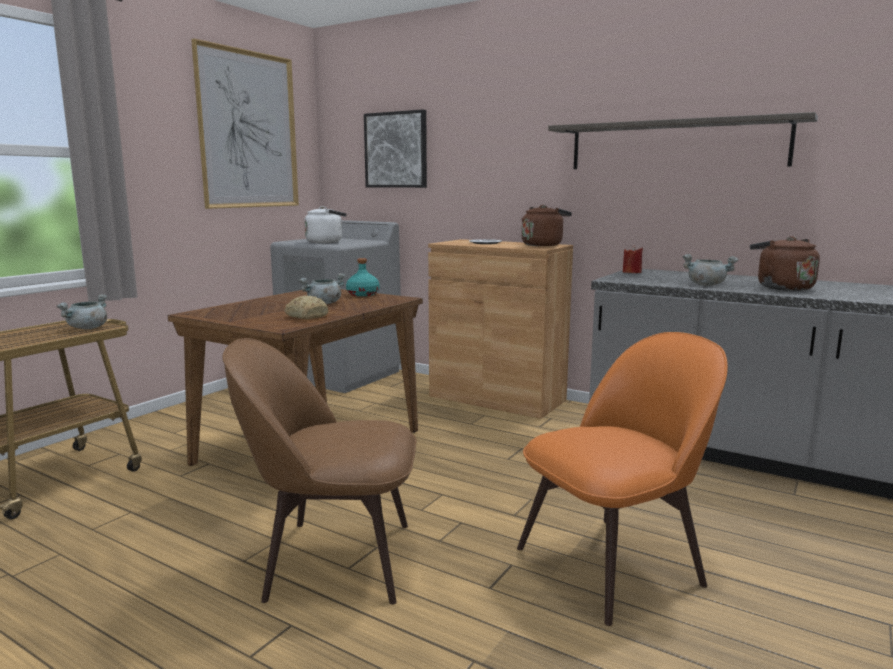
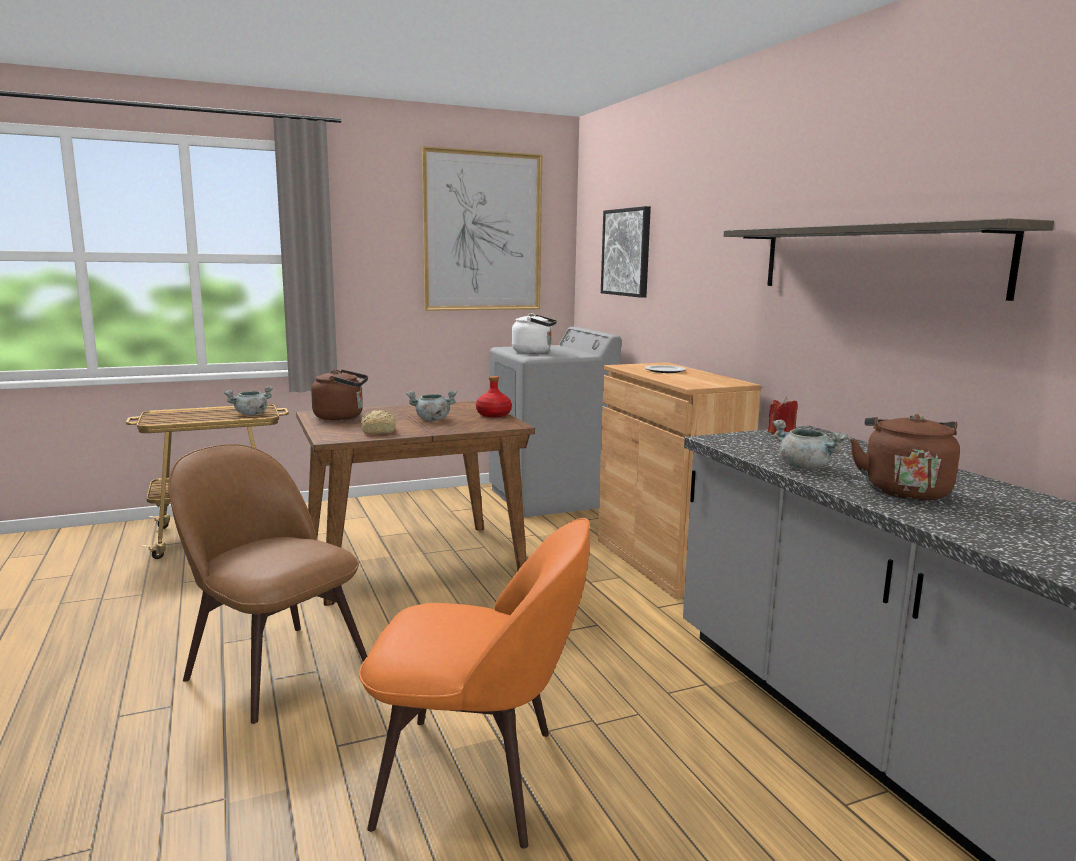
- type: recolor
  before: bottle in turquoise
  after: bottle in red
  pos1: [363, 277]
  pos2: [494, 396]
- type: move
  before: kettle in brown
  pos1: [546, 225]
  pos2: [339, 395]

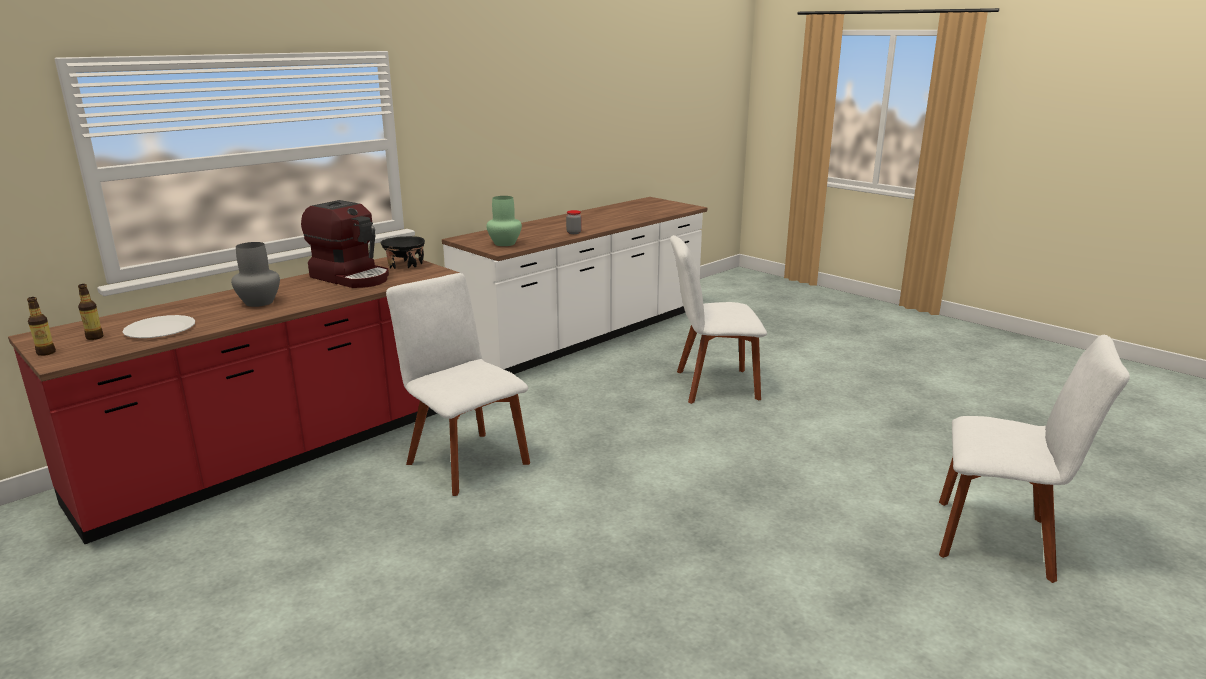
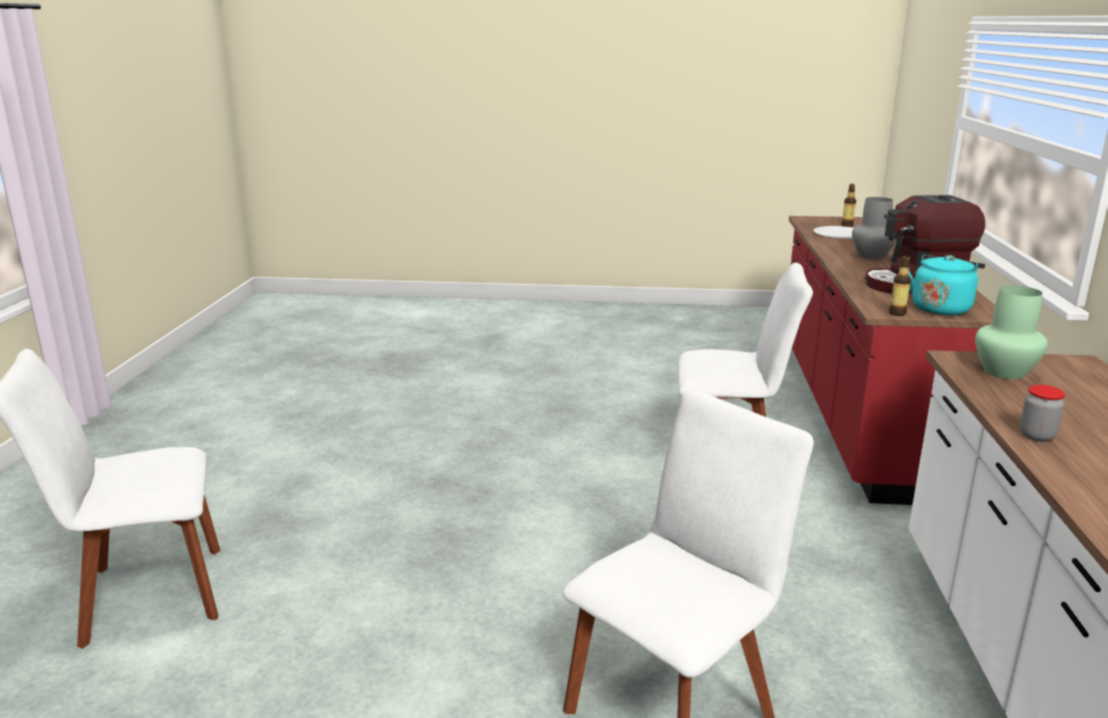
- type: move
  before: bottle
  pos1: [41, 326]
  pos2: [900, 286]
- type: replace
  before: bowl in black
  after: kettle in turquoise
  pos1: [402, 252]
  pos2: [946, 285]

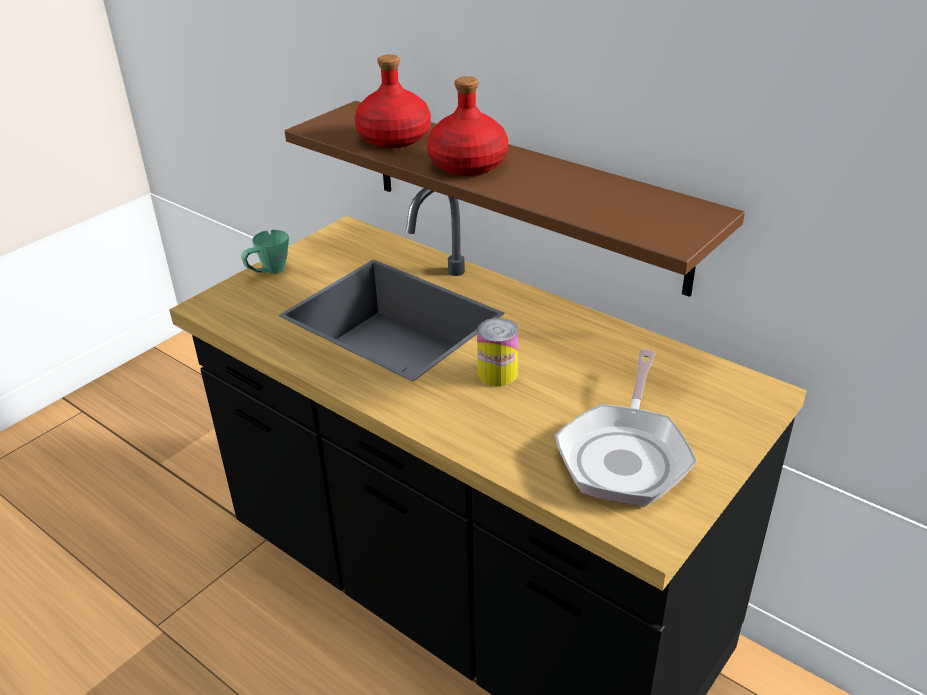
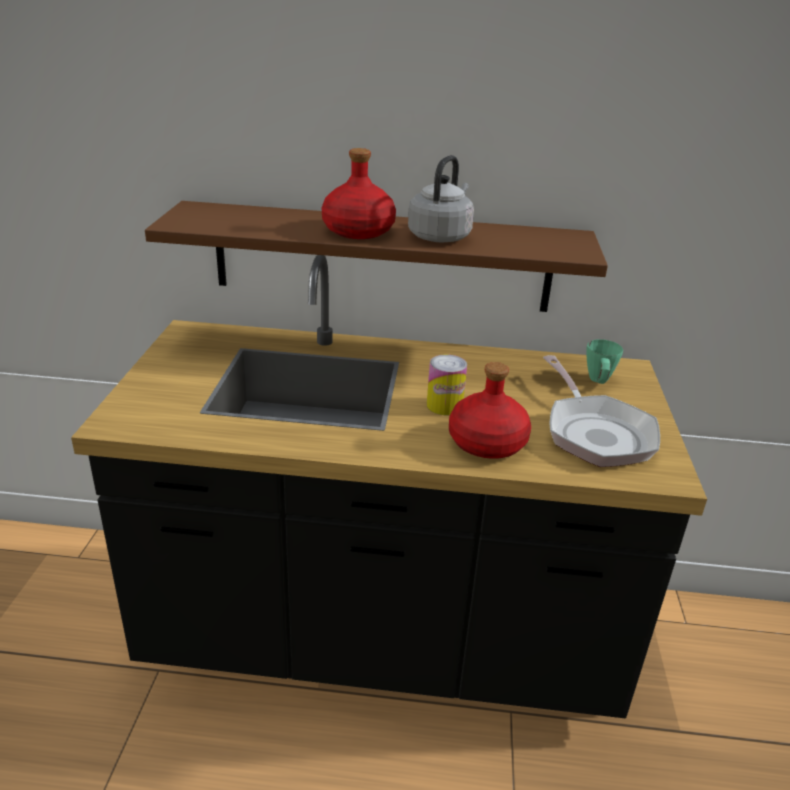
- type: move
  before: mug in green
  pos1: [265, 252]
  pos2: [604, 361]
- type: move
  before: bottle in red
  pos1: [393, 101]
  pos2: [490, 410]
- type: insert
  after: kettle in grey
  pos2: [441, 198]

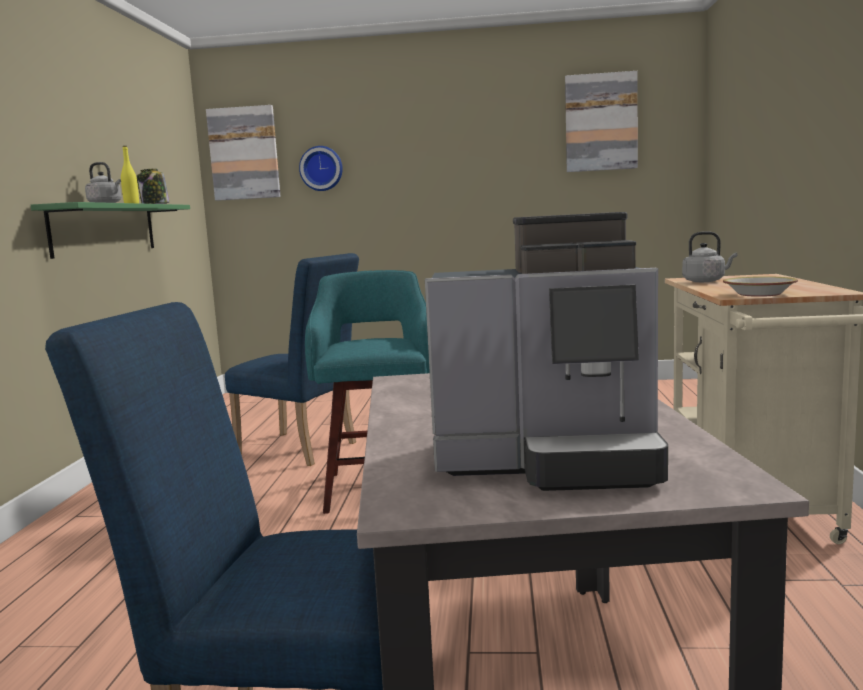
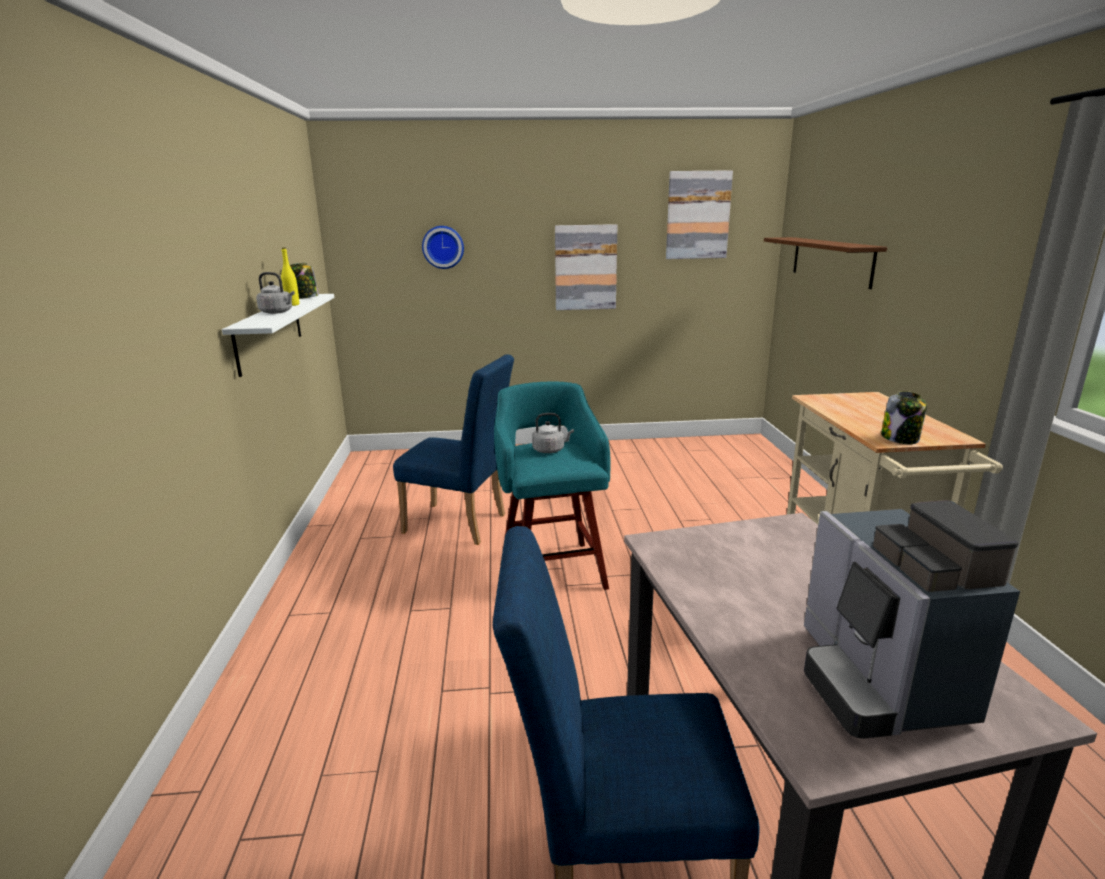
- type: recolor
  before: shelf in green
  after: shelf in white
  pos1: [110, 230]
  pos2: [278, 335]
- type: move
  before: picture
  pos1: [243, 153]
  pos2: [586, 267]
- type: rotate
  before: coffee machine
  pos1: [546, 351]
  pos2: [912, 619]
  turn: 90
- type: move
  before: kettle in grey
  pos1: [709, 256]
  pos2: [553, 433]
- type: replace
  before: bowl
  after: jar
  pos1: [760, 286]
  pos2: [904, 417]
- type: insert
  after: shelf in brown
  pos2: [825, 263]

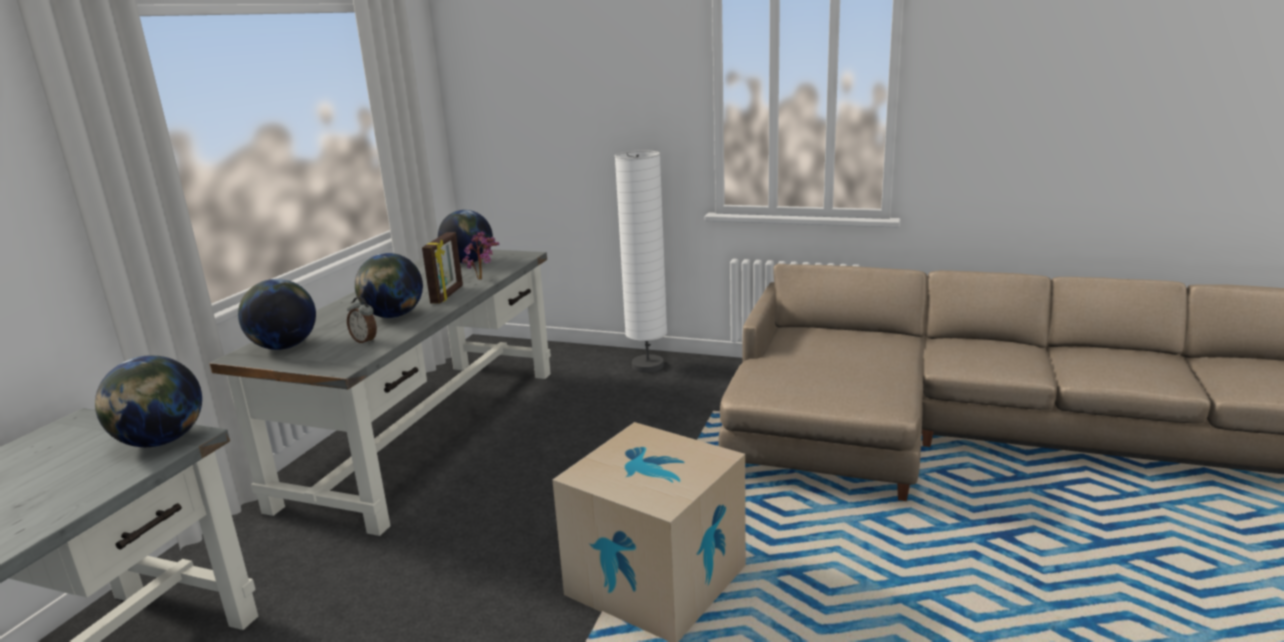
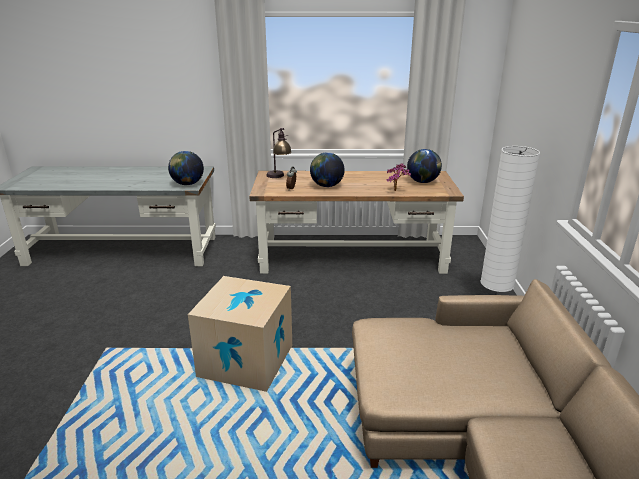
- type: recolor
  before: desk in grey
  after: desk in brown
  pos1: [380, 392]
  pos2: [356, 222]
- type: replace
  before: globe
  after: table lamp
  pos1: [277, 314]
  pos2: [279, 153]
- type: delete
  before: picture frame
  pos1: [442, 268]

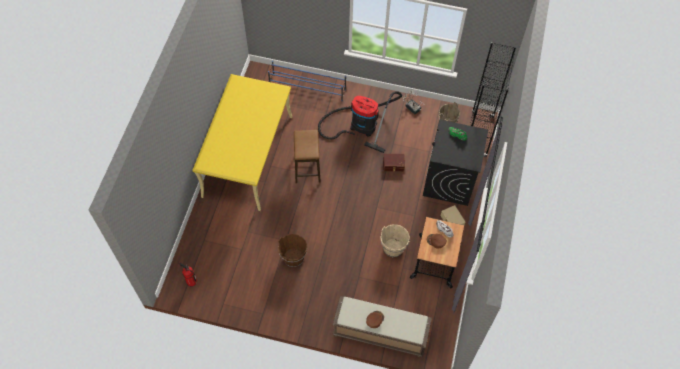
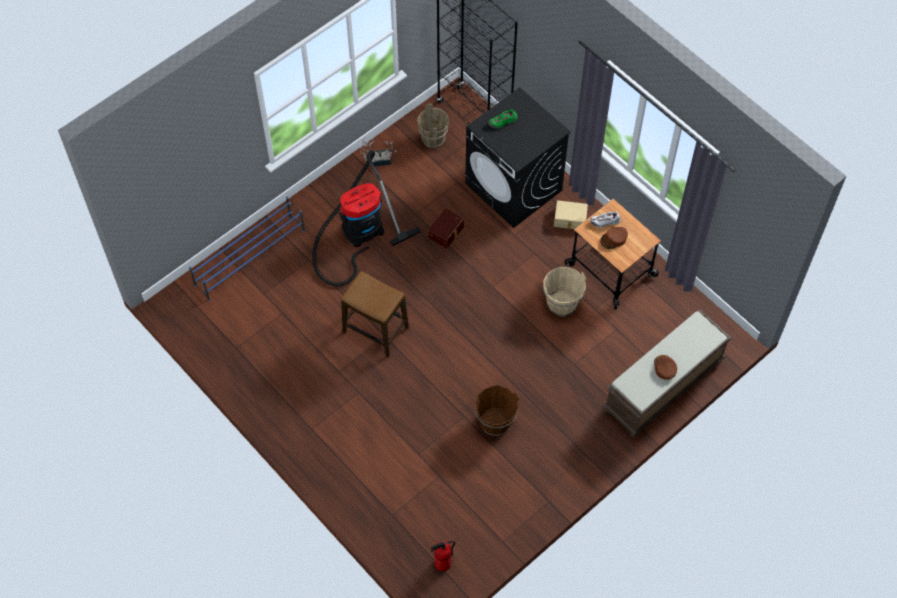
- type: delete
  before: desk in yellow
  pos1: [242, 142]

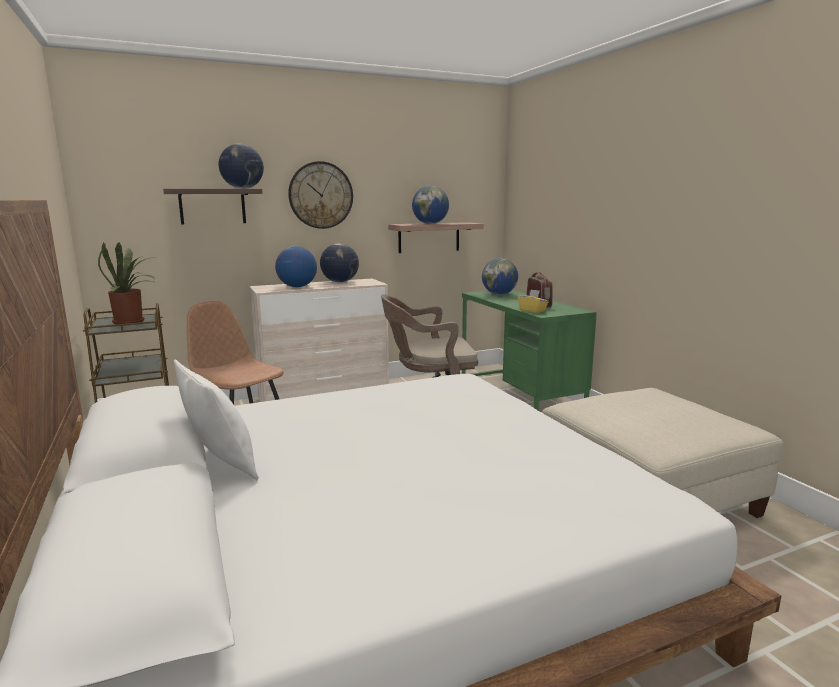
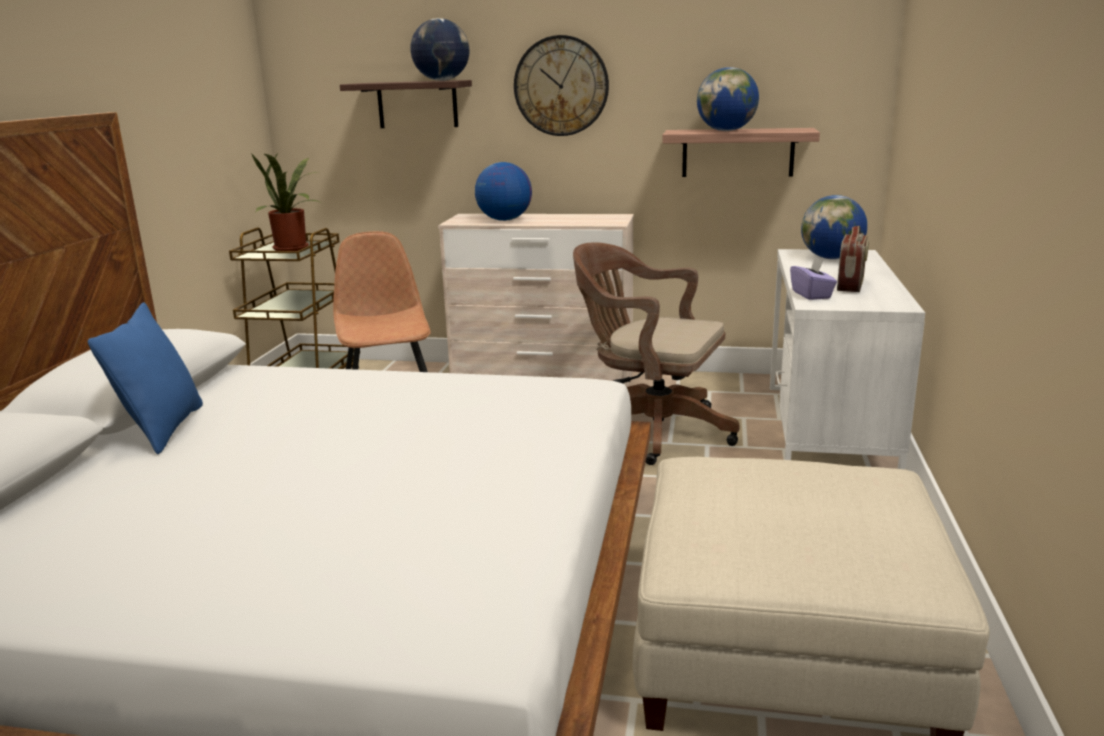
- type: recolor
  before: pillow in white
  after: pillow in blue
  pos1: [216, 420]
  pos2: [145, 378]
- type: delete
  before: globe
  pos1: [339, 262]
- type: recolor
  before: desk in green
  after: desk in white
  pos1: [529, 350]
  pos2: [847, 359]
- type: recolor
  before: tissue box in yellow
  after: tissue box in purple
  pos1: [533, 301]
  pos2: [813, 278]

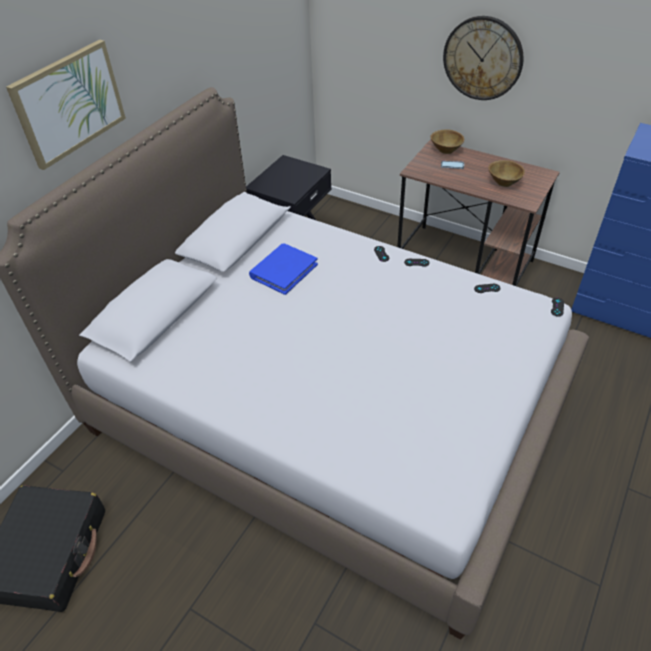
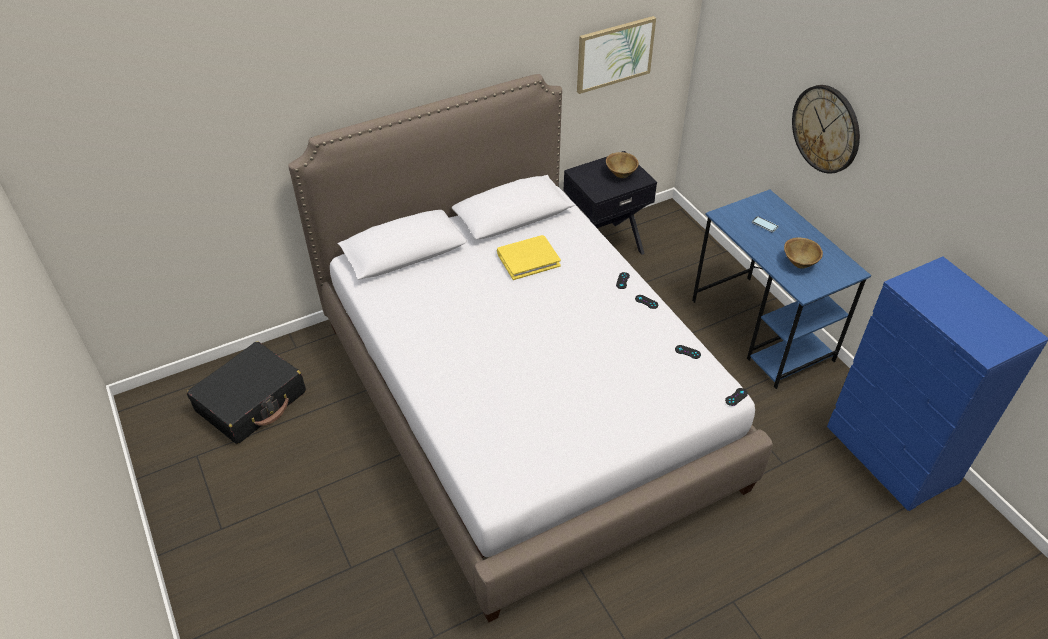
- type: move
  before: picture
  pos1: [66, 104]
  pos2: [616, 55]
- type: recolor
  before: book in blue
  after: book in yellow
  pos1: [283, 269]
  pos2: [529, 257]
- type: recolor
  before: desk in brown
  after: desk in blue
  pos1: [478, 212]
  pos2: [781, 289]
- type: move
  before: bowl in brown
  pos1: [447, 141]
  pos2: [622, 165]

